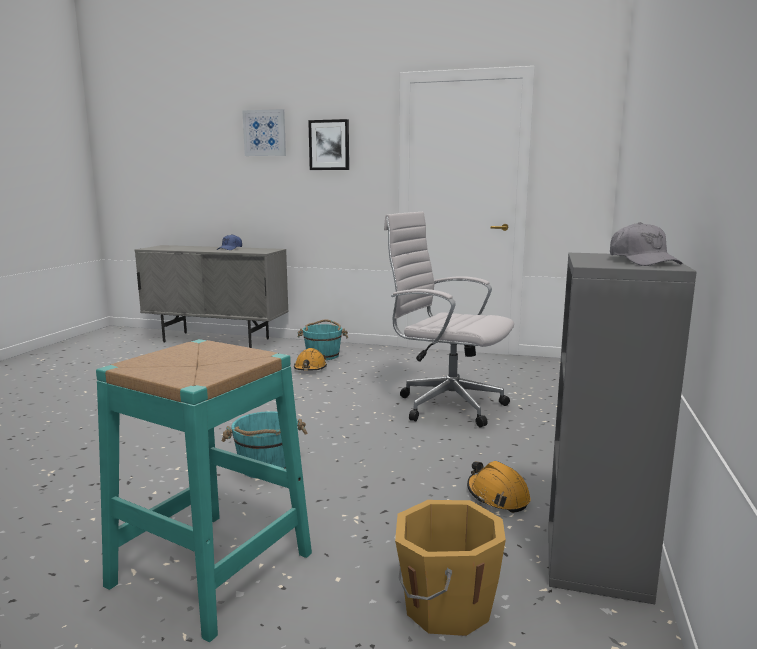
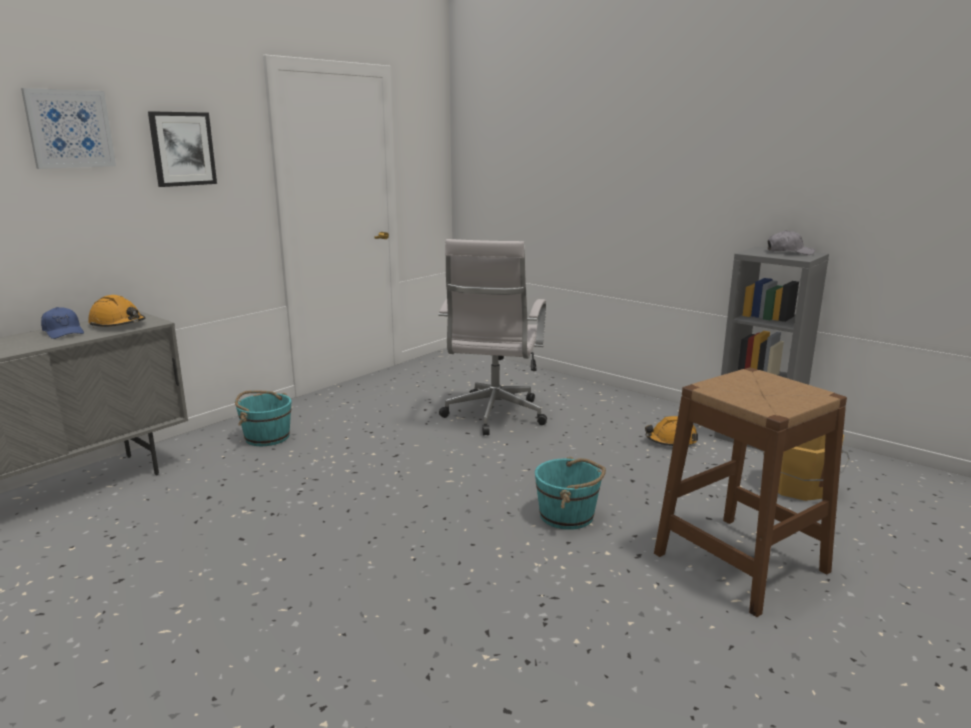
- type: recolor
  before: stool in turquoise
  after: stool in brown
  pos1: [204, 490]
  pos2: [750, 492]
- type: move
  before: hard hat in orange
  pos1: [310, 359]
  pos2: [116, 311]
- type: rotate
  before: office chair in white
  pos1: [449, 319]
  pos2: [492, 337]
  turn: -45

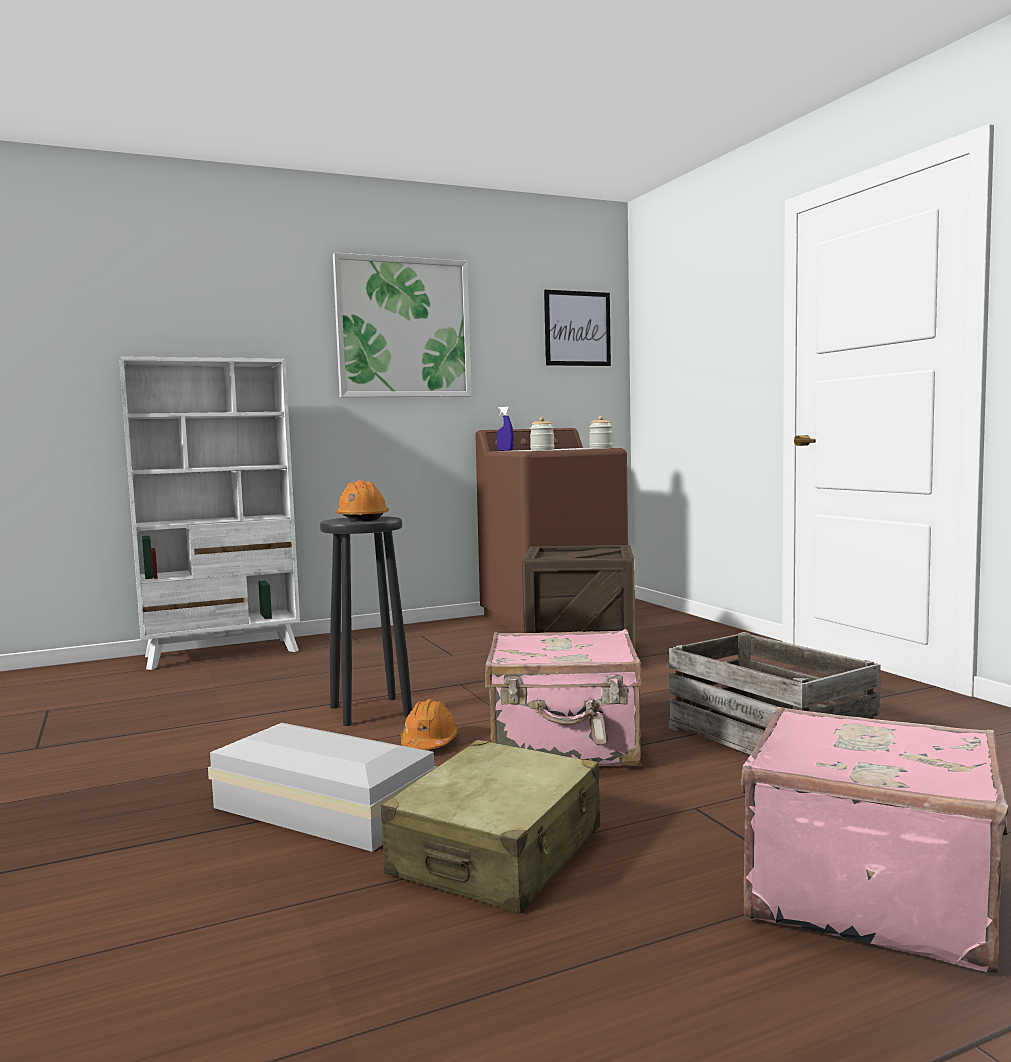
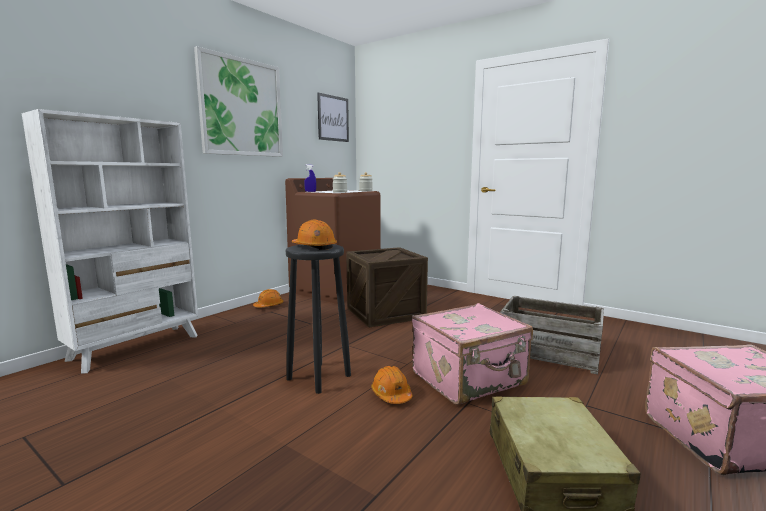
- type: delete
  before: storage box in white
  pos1: [322, 787]
- type: insert
  after: hard hat in orange
  pos2: [268, 298]

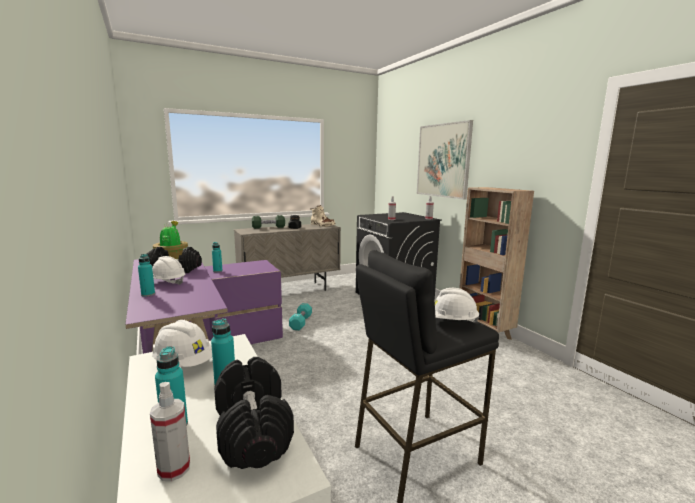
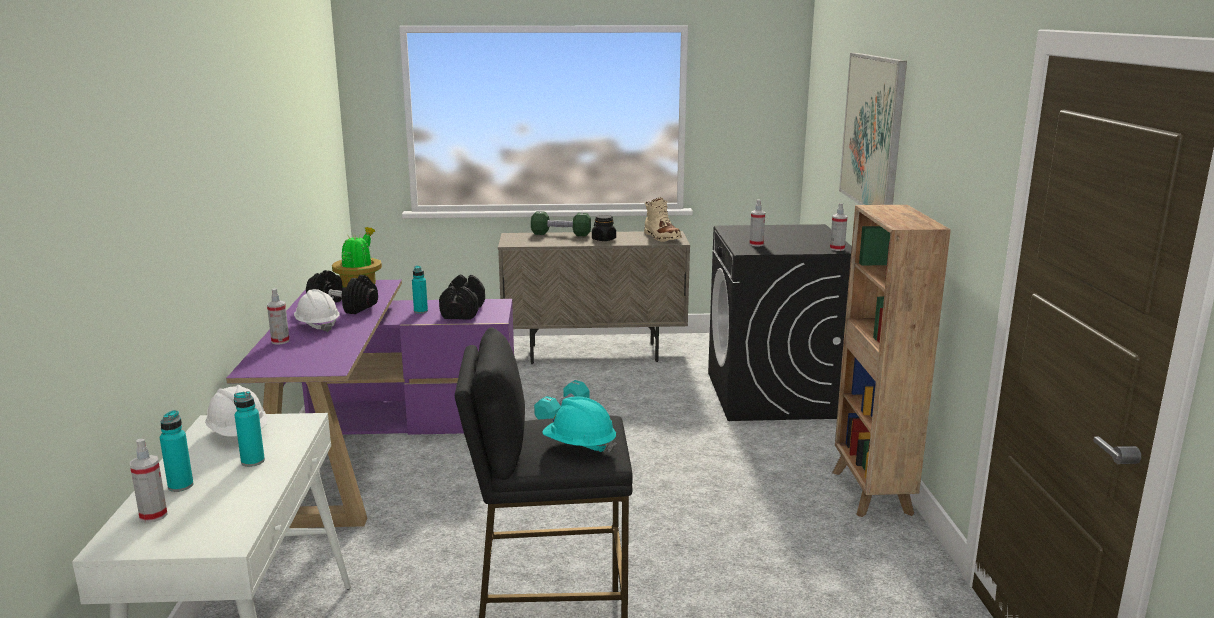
- type: replace
  before: bottle in turquoise
  after: spray bottle
  pos1: [146, 275]
  pos2: [278, 316]
- type: move
  before: dumbbell in black
  pos1: [254, 413]
  pos2: [462, 297]
- type: recolor
  before: hard hat in white
  after: hard hat in turquoise
  pos1: [457, 305]
  pos2: [579, 425]

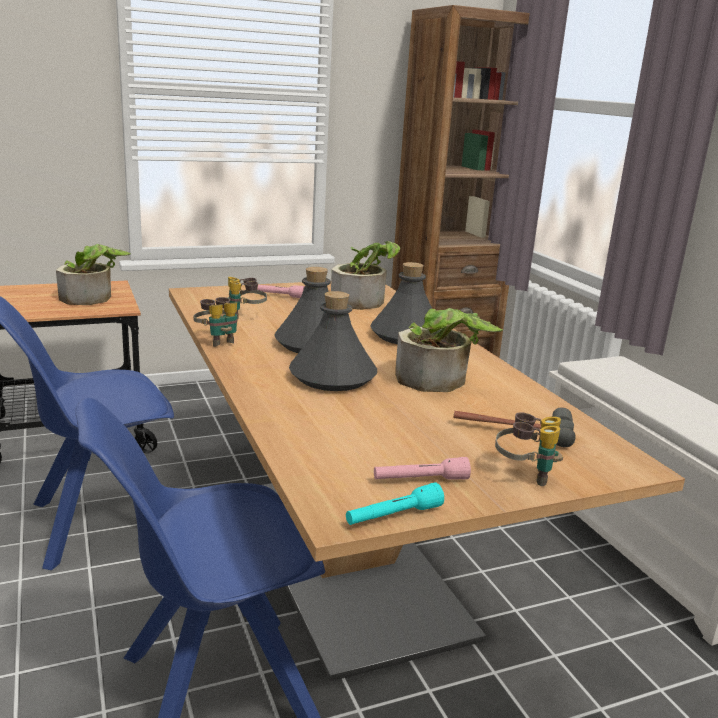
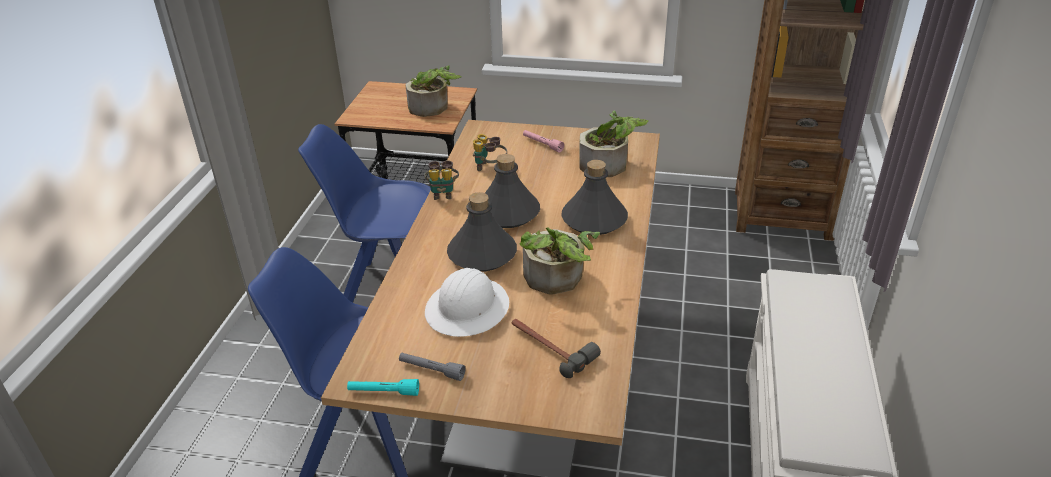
- type: recolor
  before: flashlight in pink
  after: flashlight in grey
  pos1: [422, 468]
  pos2: [432, 367]
- type: delete
  before: binoculars
  pos1: [529, 449]
- type: insert
  after: hard hat in white
  pos2: [467, 302]

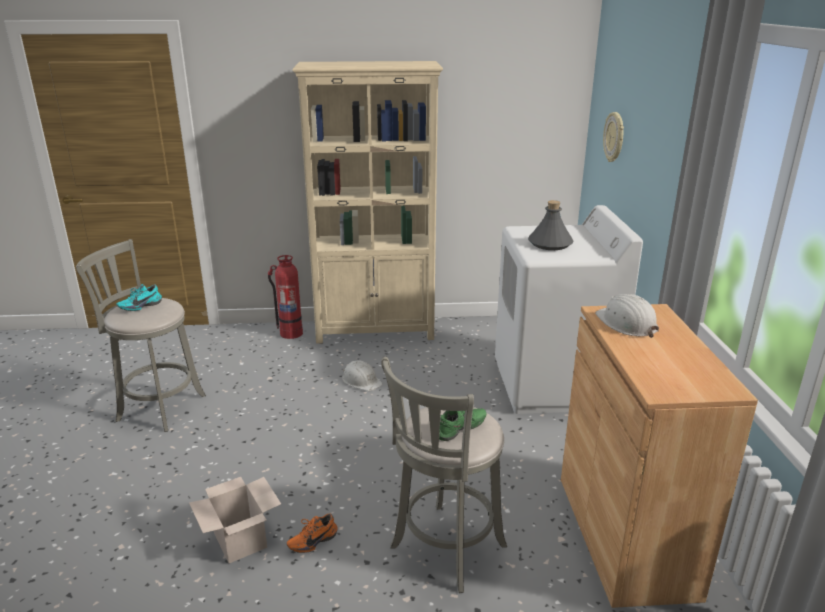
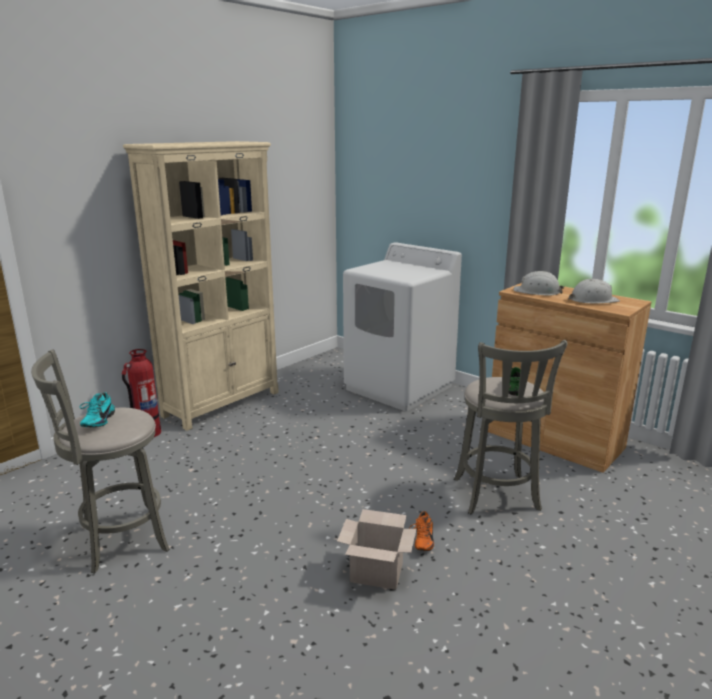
- type: move
  before: hard hat in white
  pos1: [362, 375]
  pos2: [594, 291]
- type: delete
  before: bottle in grey
  pos1: [550, 225]
- type: delete
  before: wall clock
  pos1: [613, 137]

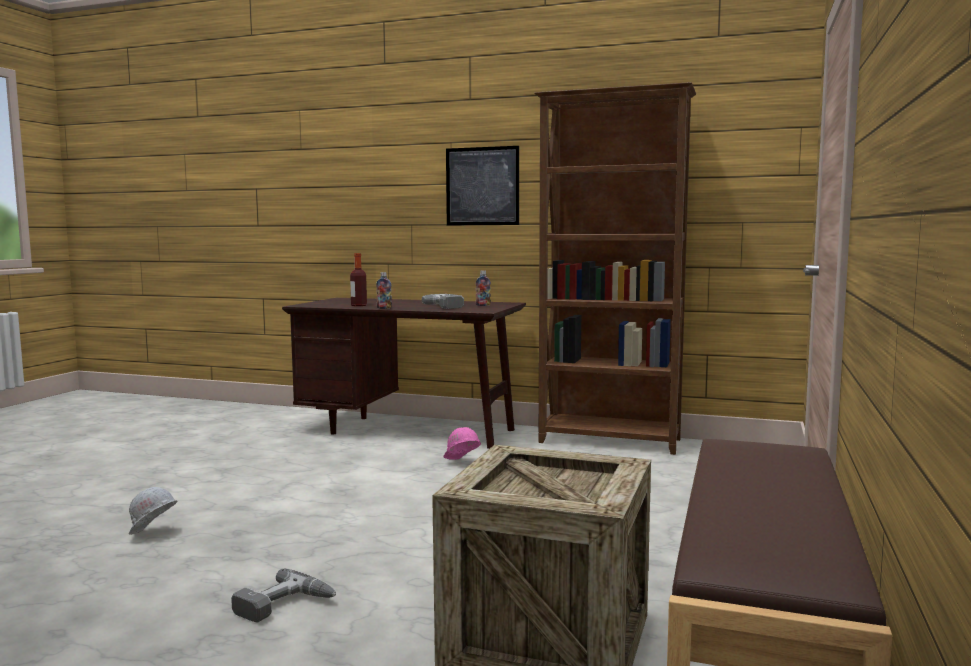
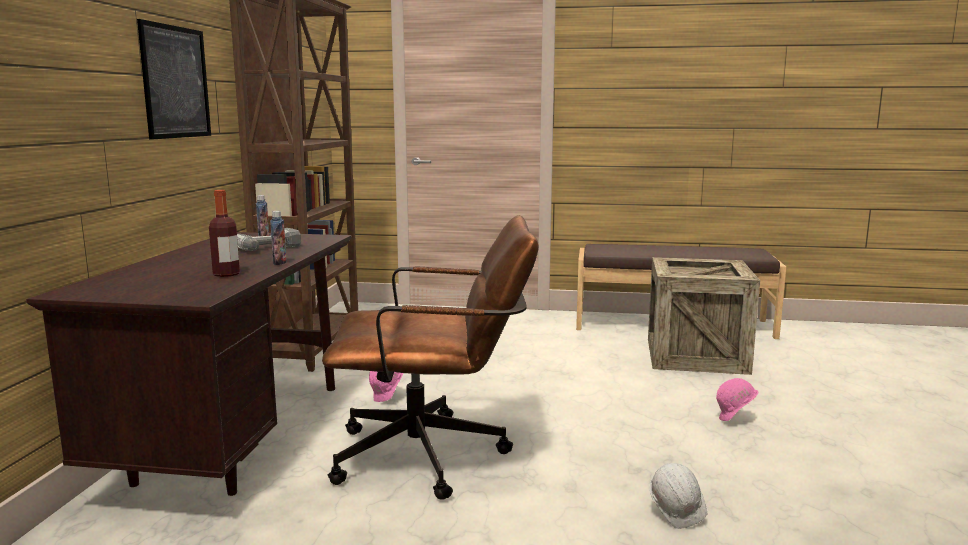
- type: replace
  before: power drill
  after: hard hat in pink
  pos1: [283, 595]
  pos2: [737, 399]
- type: insert
  after: office chair in brown
  pos2: [430, 357]

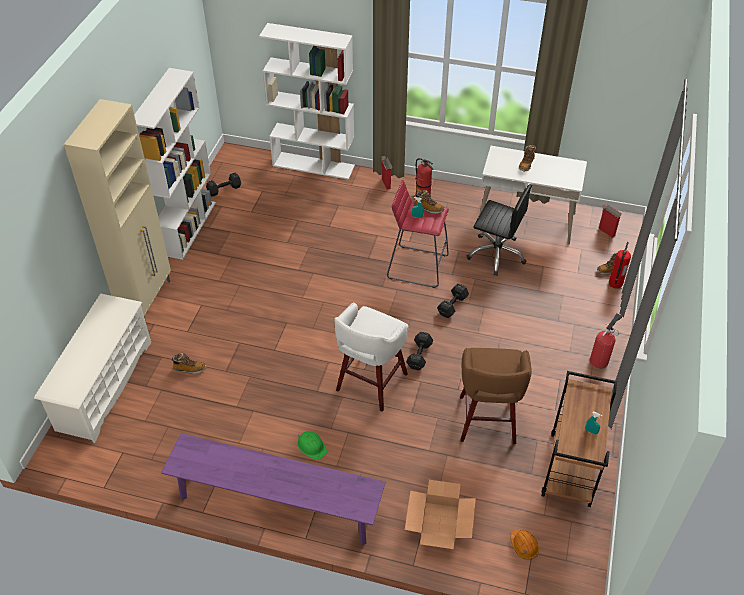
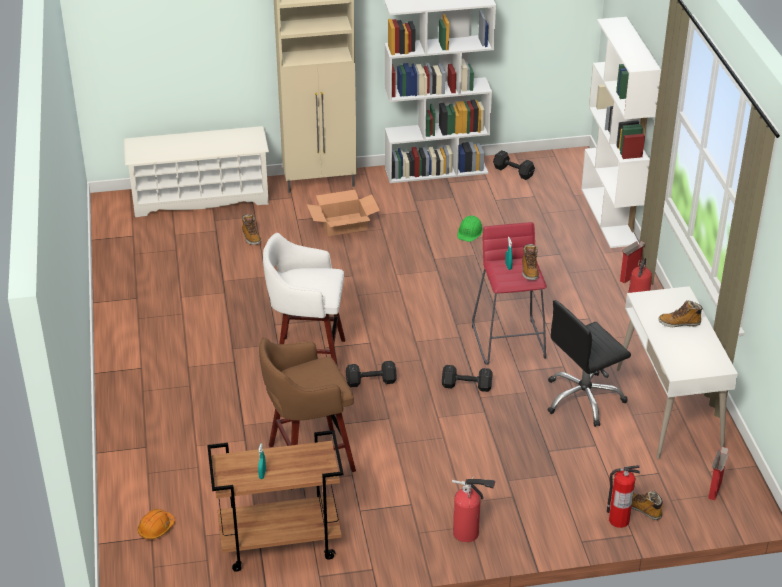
- type: delete
  before: bench in purple
  pos1: [273, 489]
- type: move
  before: hard hat in green
  pos1: [312, 445]
  pos2: [470, 229]
- type: move
  before: cardboard box
  pos1: [440, 514]
  pos2: [343, 213]
- type: rotate
  before: office chair in black
  pos1: [499, 230]
  pos2: [589, 363]
  turn: 60

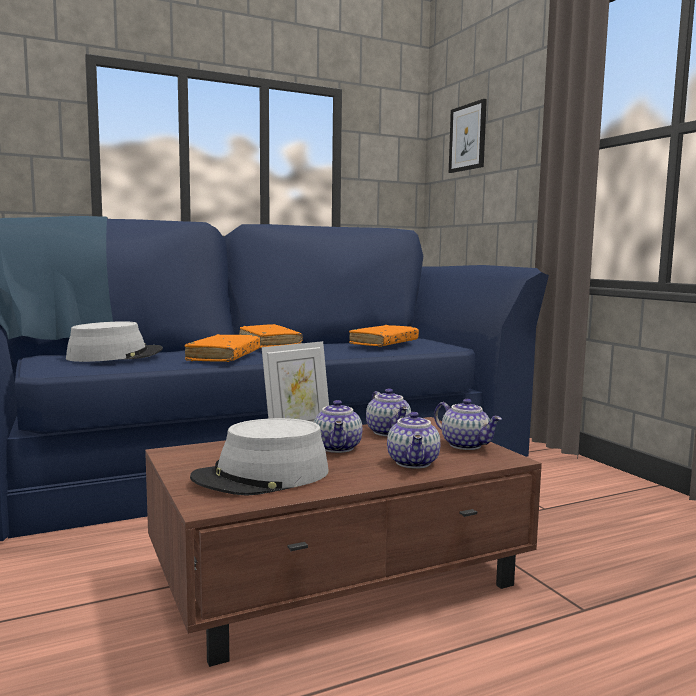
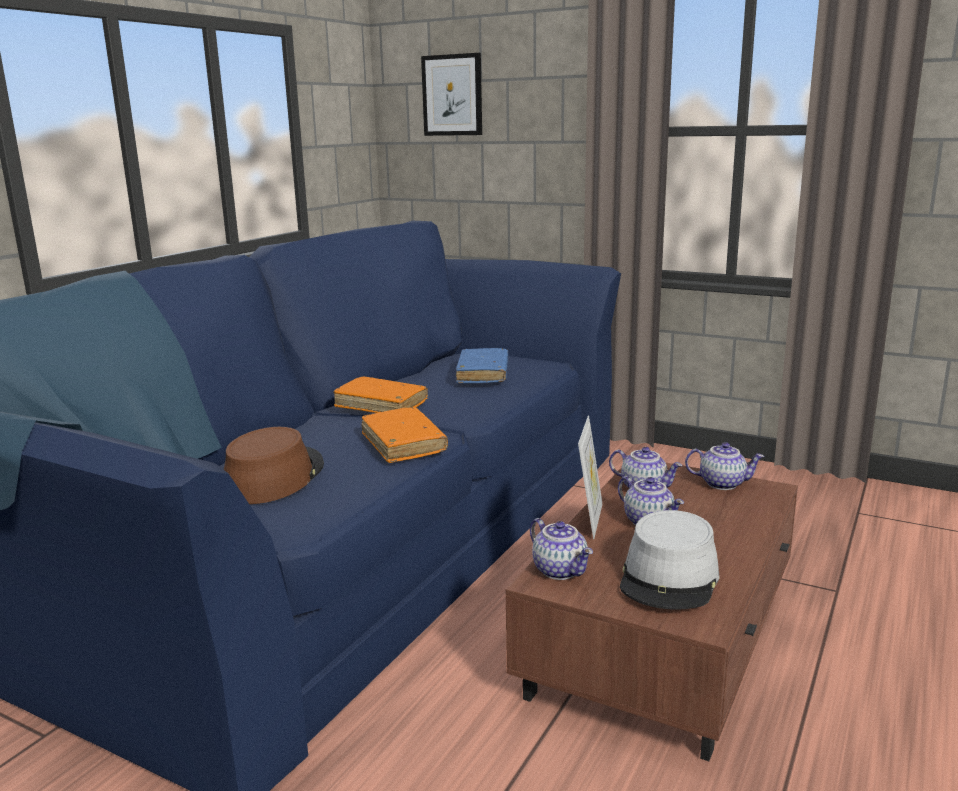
- type: recolor
  before: hat in grey
  after: hat in brown
  pos1: [114, 341]
  pos2: [274, 465]
- type: recolor
  before: book in orange
  after: book in blue
  pos1: [384, 336]
  pos2: [482, 365]
- type: move
  before: teapot
  pos1: [413, 440]
  pos2: [561, 549]

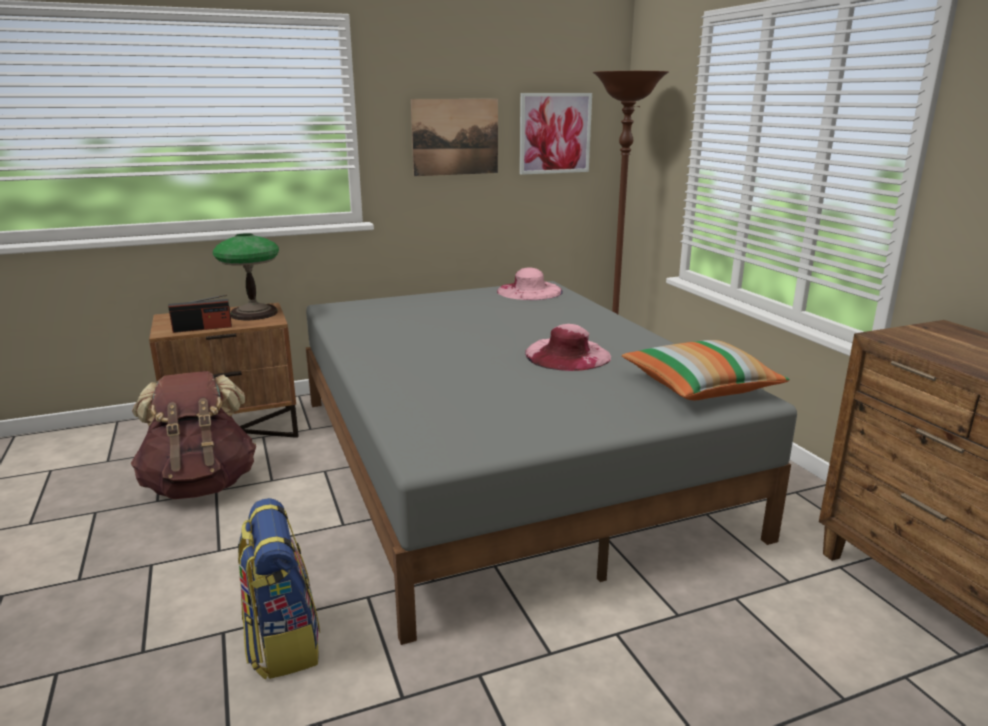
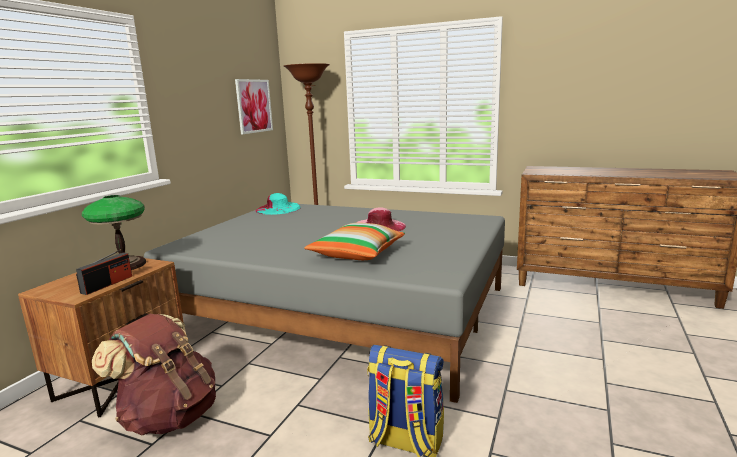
- type: delete
  before: picture
  pos1: [454, 137]
- type: recolor
  before: hat in pink
  after: hat in turquoise
  pos1: [530, 283]
  pos2: [278, 204]
- type: move
  before: pillow
  pos1: [706, 370]
  pos2: [354, 241]

